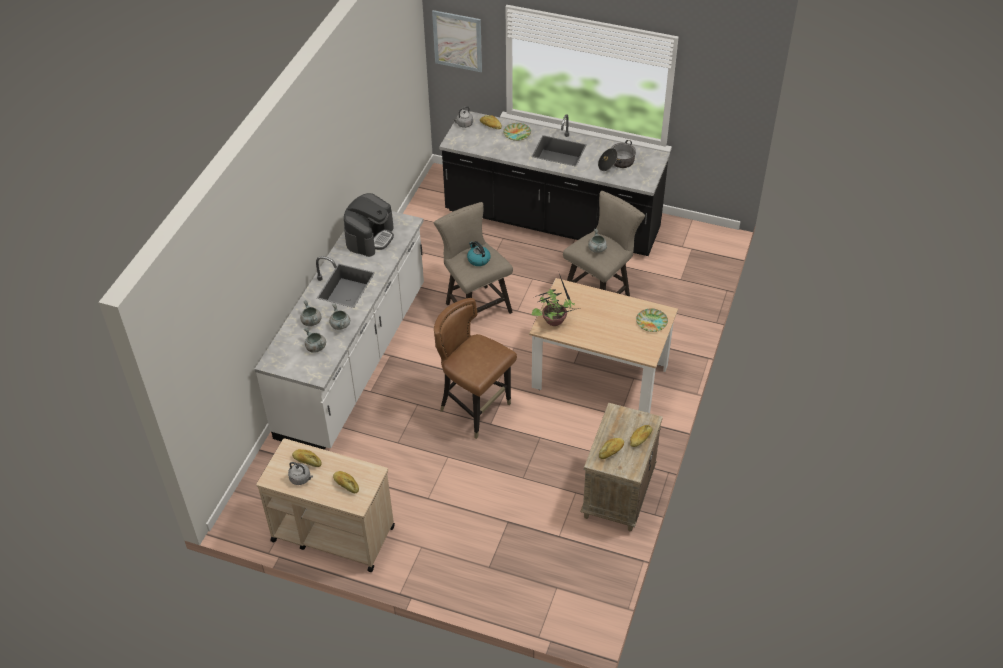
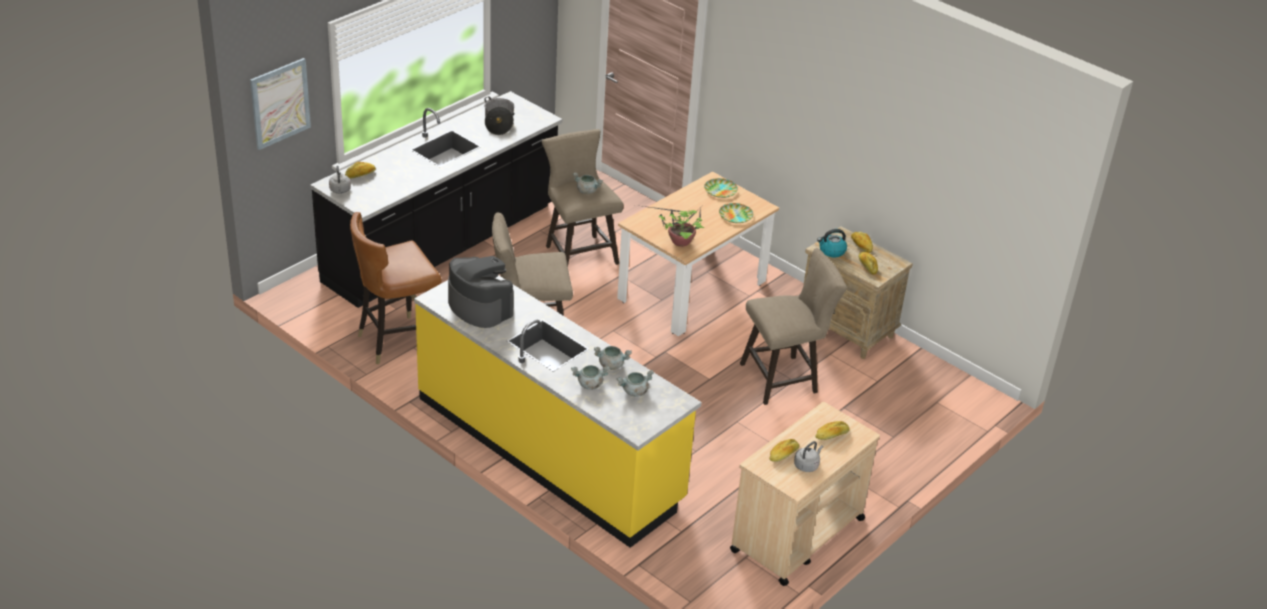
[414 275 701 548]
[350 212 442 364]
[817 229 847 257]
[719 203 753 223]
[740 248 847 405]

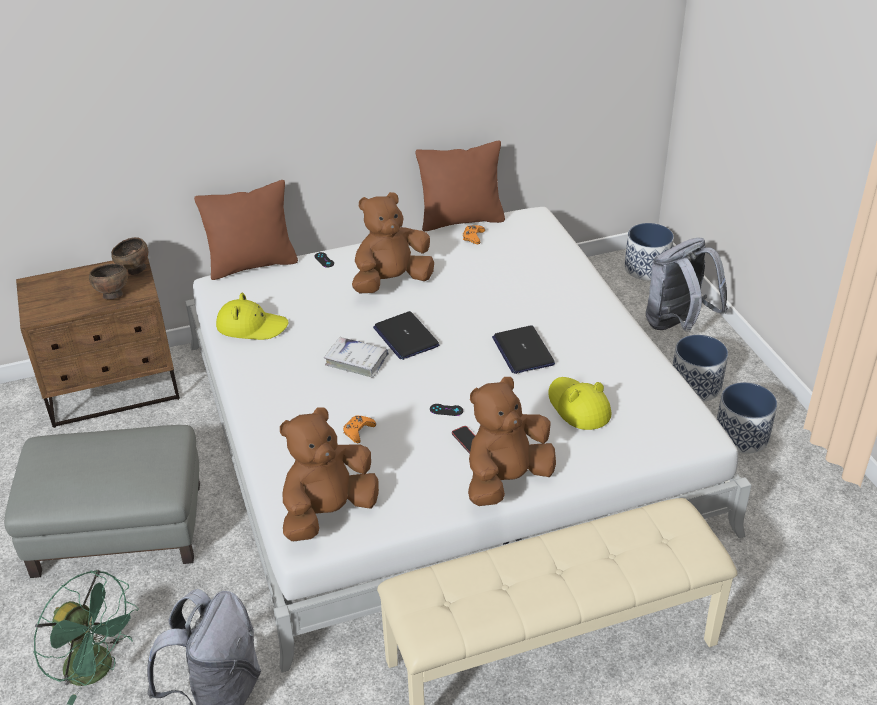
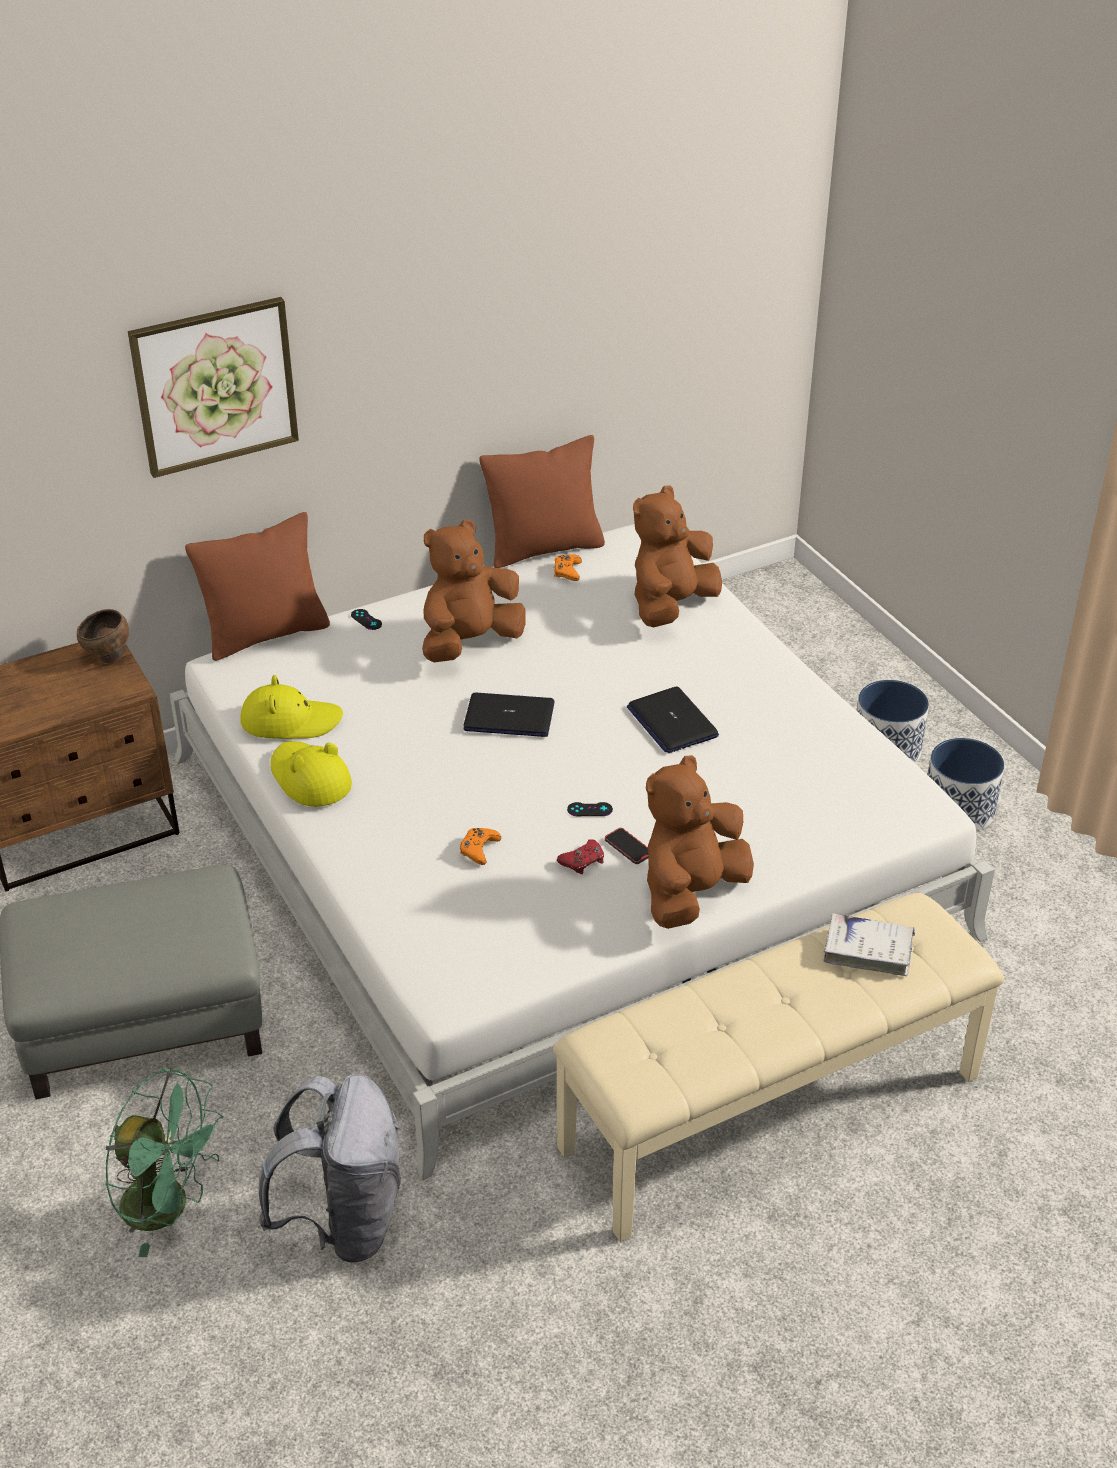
[89 263 128 299] (first image)
[633 486 722 627]
[823 913 915 976]
[463 693 555 737]
[270 741 352 807]
[624 223 674 281] (first image)
[646 238 728 332] (first image)
[128 297 299 478]
[557 839 604 874]

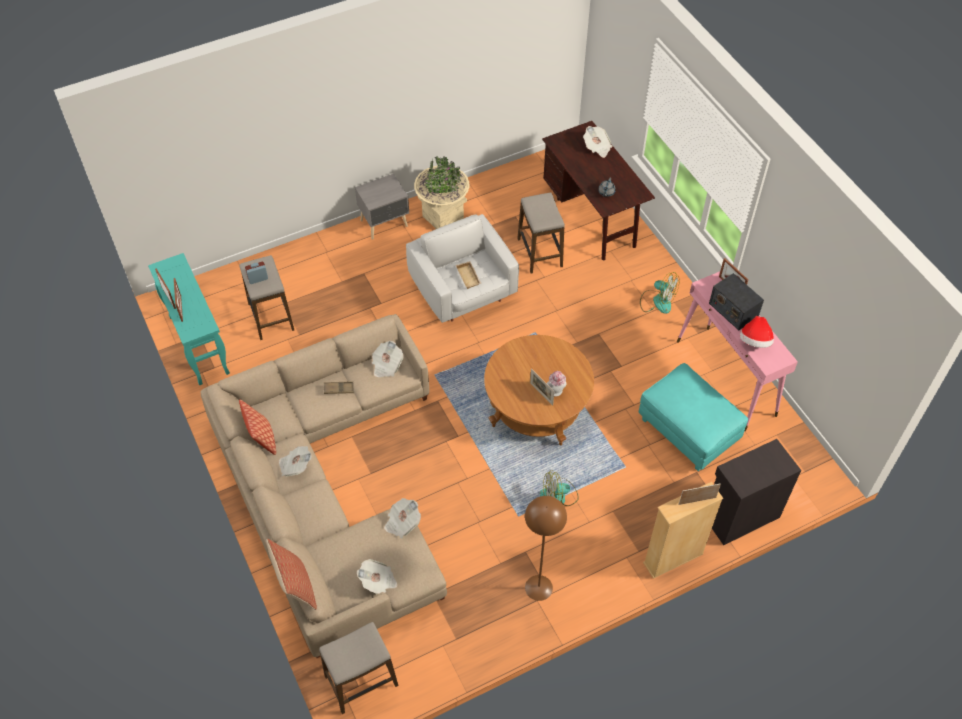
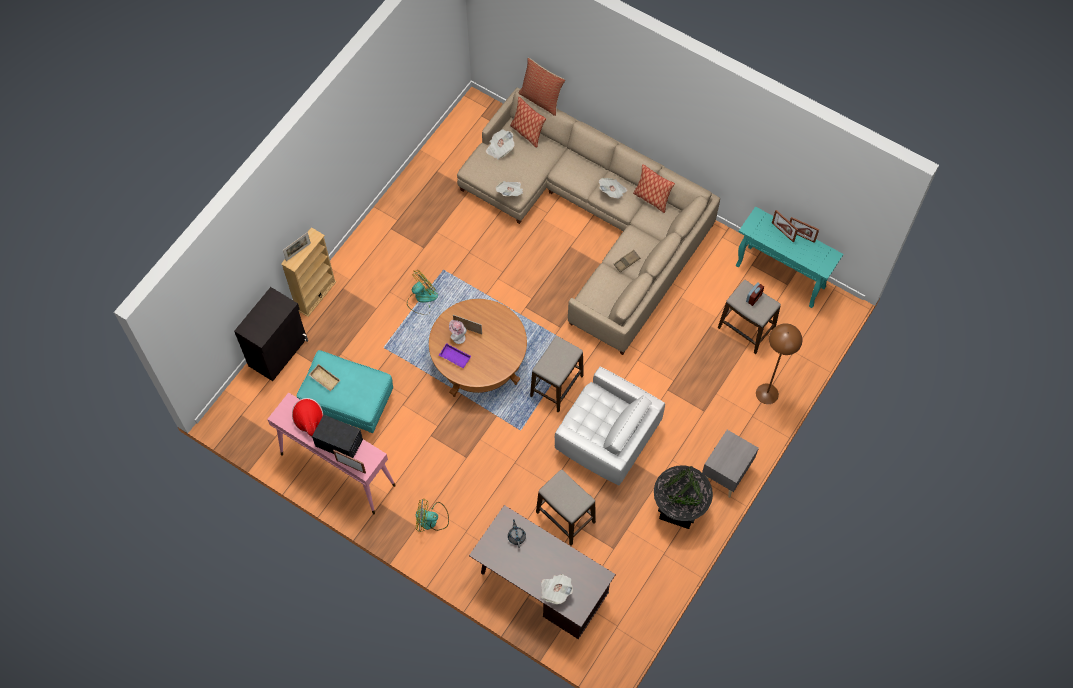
[530 336 584 413]
[372 341 404 377] (first image)
[654 465 713 529]
[309 364 340 391]
[756 323 802 404]
[439 343 471 368]
[510 97 546 148]

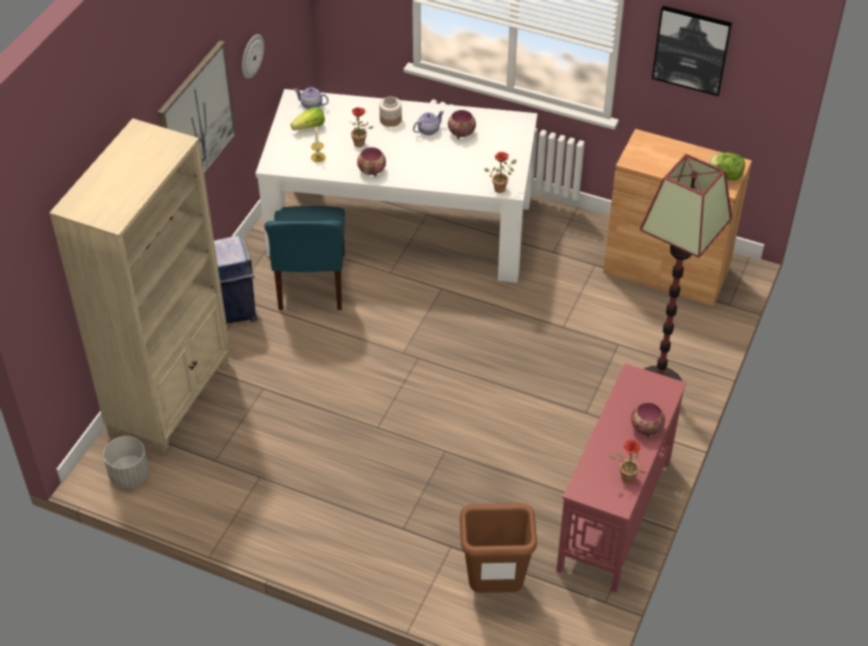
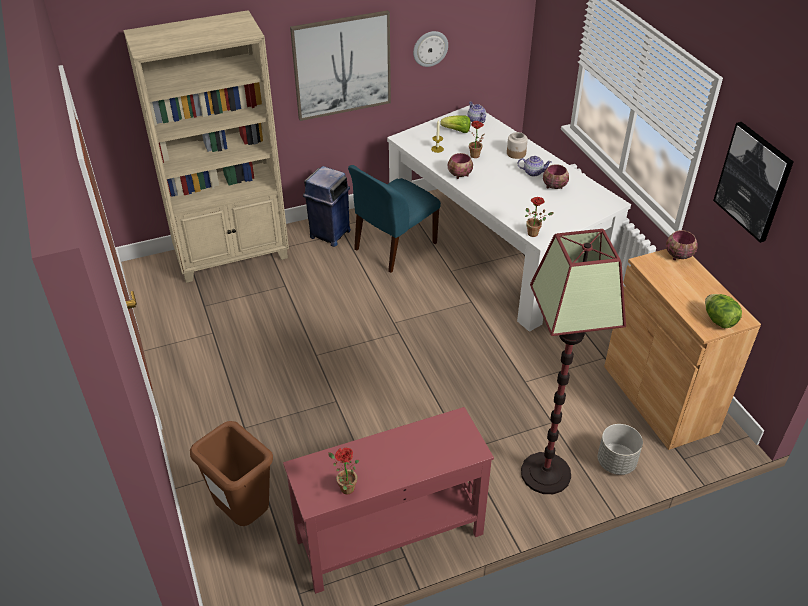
[598 424 643 475]
[666 230 697 260]

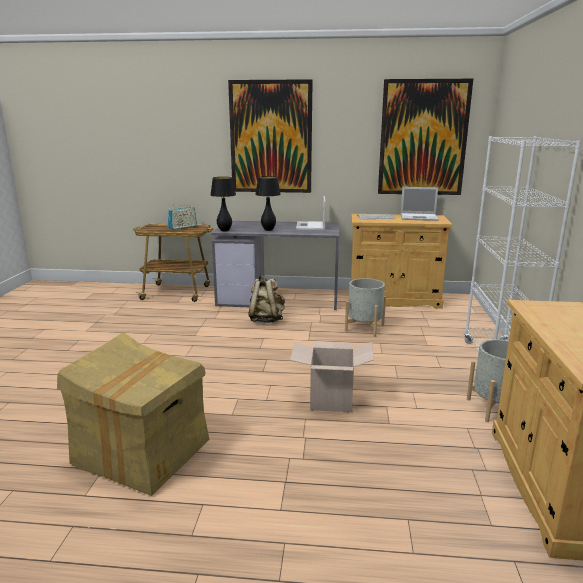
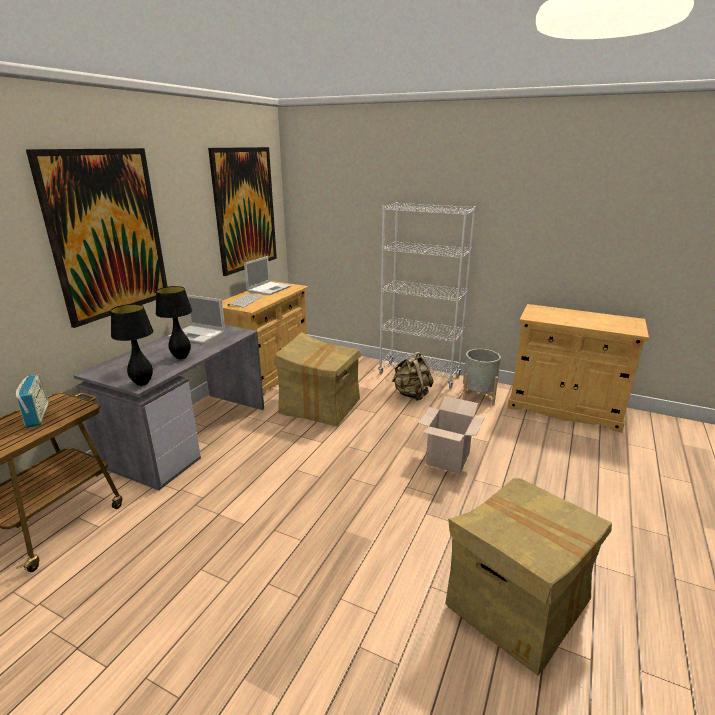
[392 352 433 401]
[274 332 361 426]

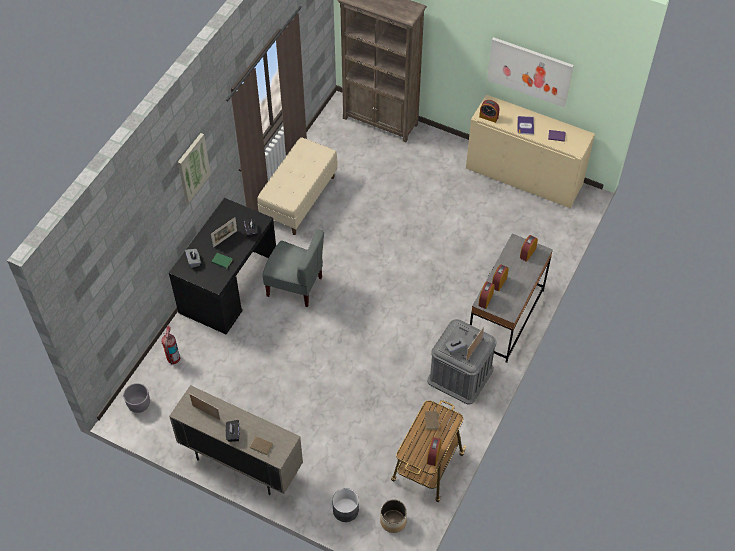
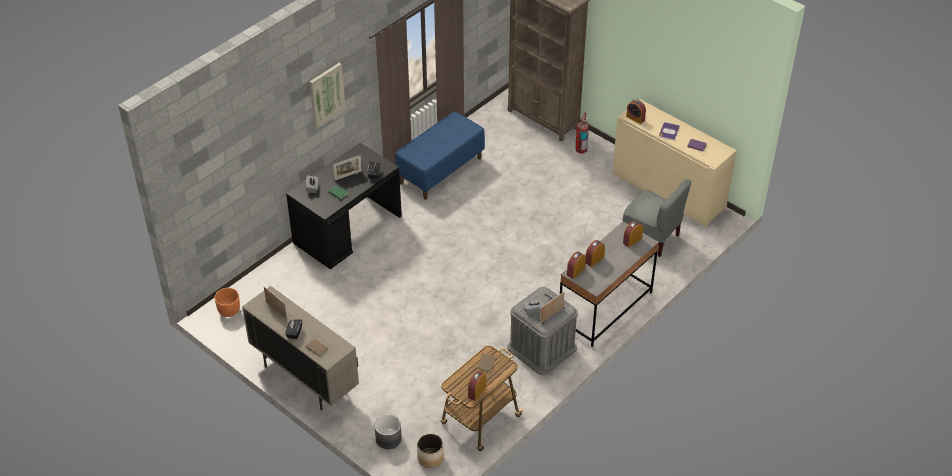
[214 288 240 317]
[576 112 589 154]
[395 111 485 200]
[622 179 691 257]
[487 37 574 107] (first image)

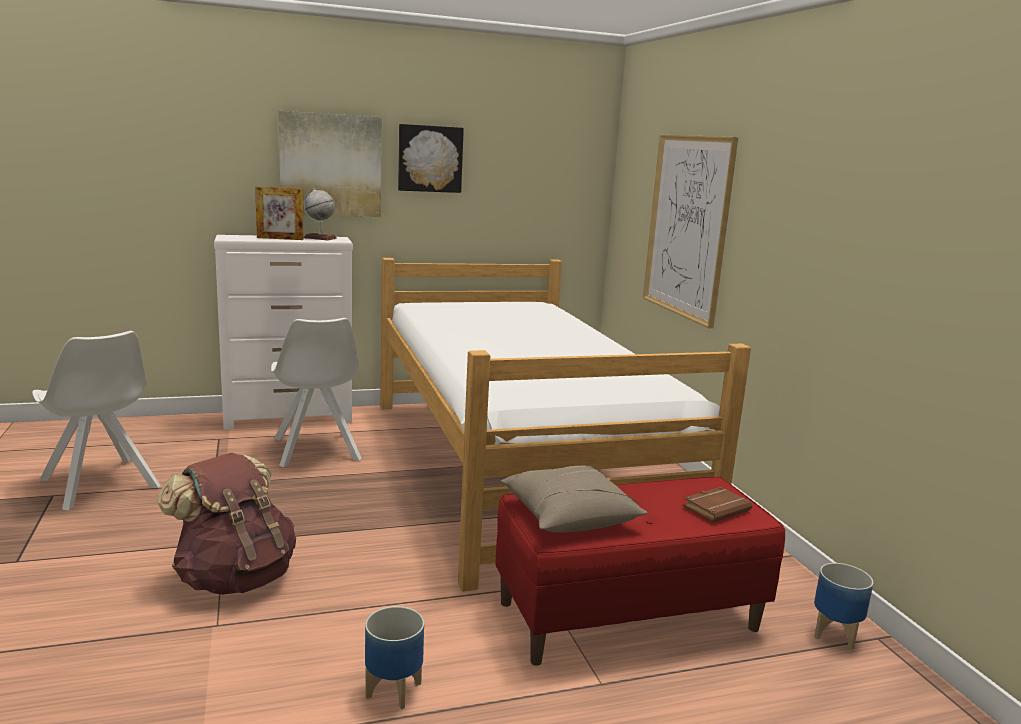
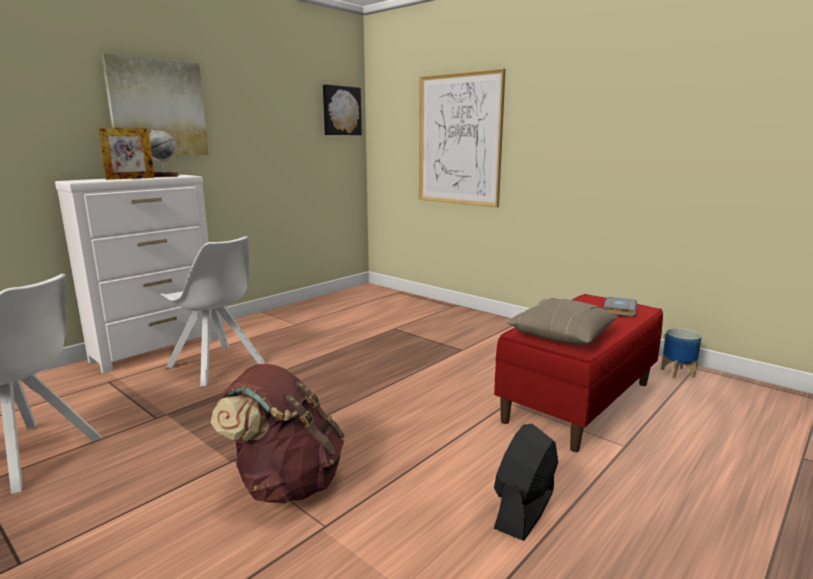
[494 424 558 541]
[380 258 751 592] (first image)
[323 85 362 135]
[604 297 637 317]

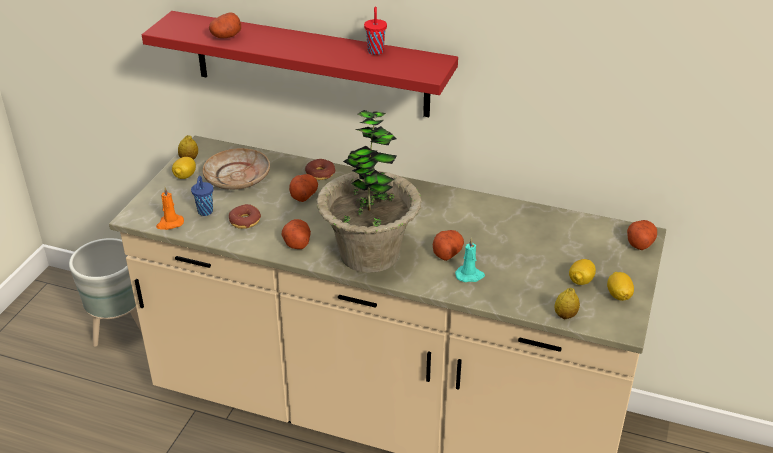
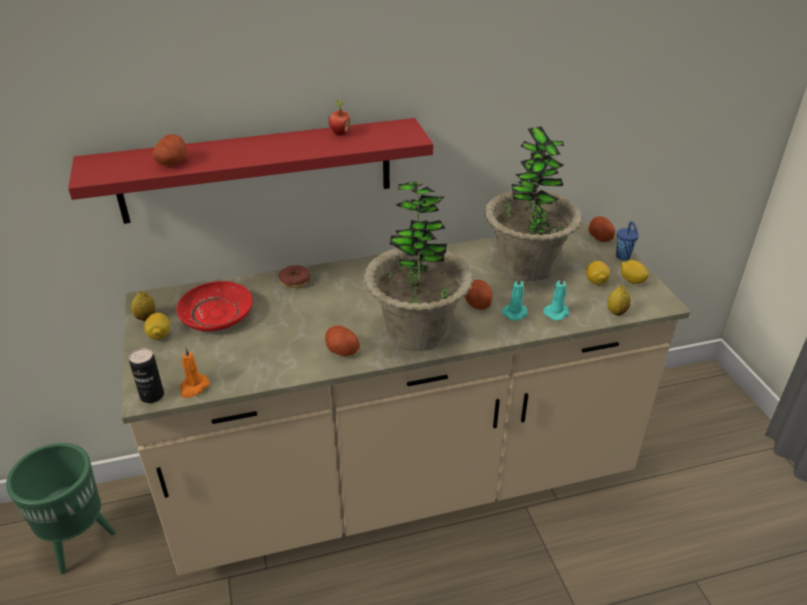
[6 443 116 574]
[616 221 639 261]
[177 281 253 331]
[229 204 261 229] (first image)
[289 174 318 202] (first image)
[329 100 350 135]
[129 348 164 403]
[484 126 582 281]
[543 275 569 320]

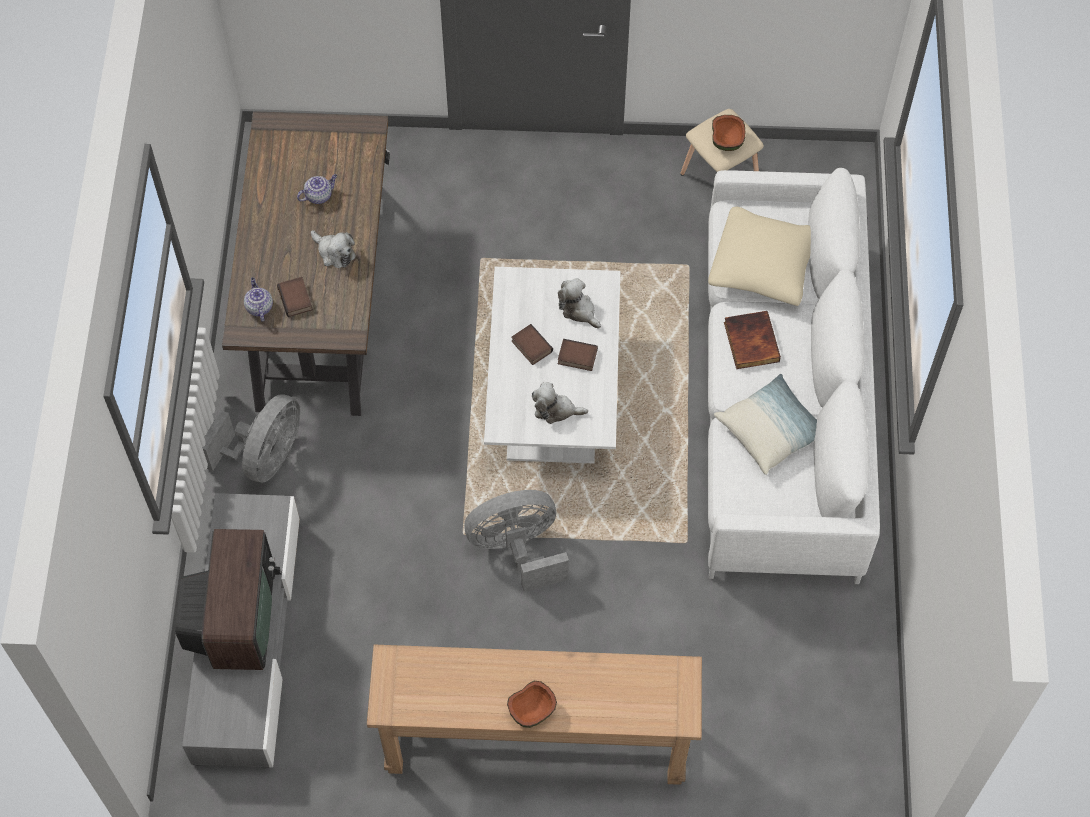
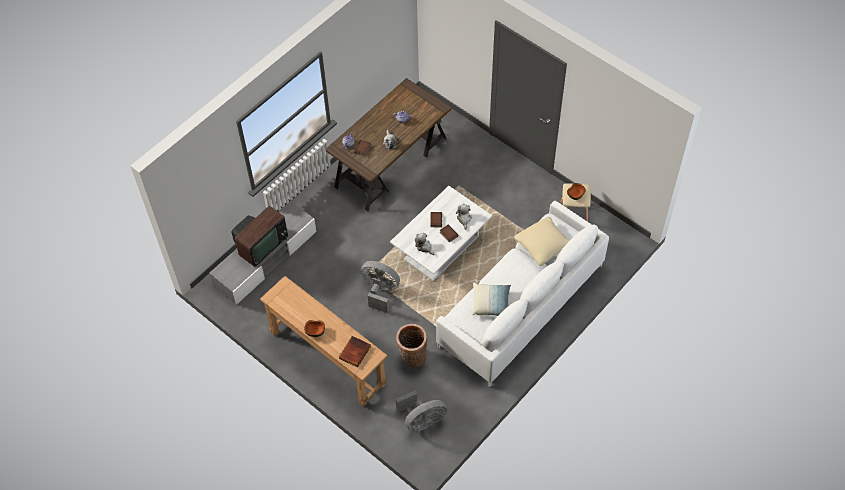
[396 391 447 431]
[339 336 371 368]
[396 324 427 367]

